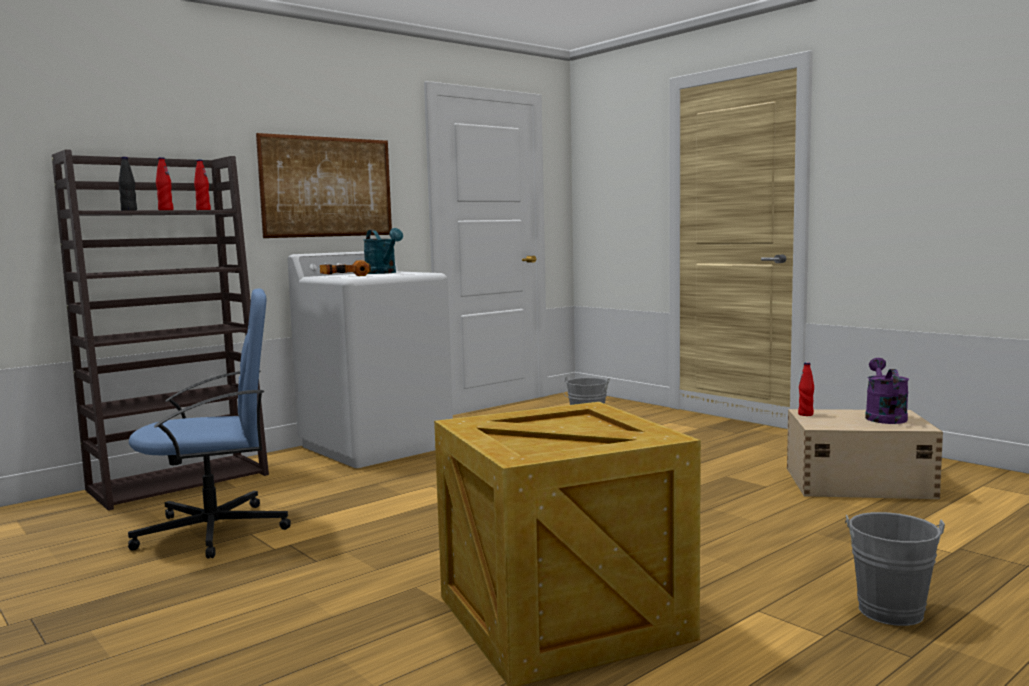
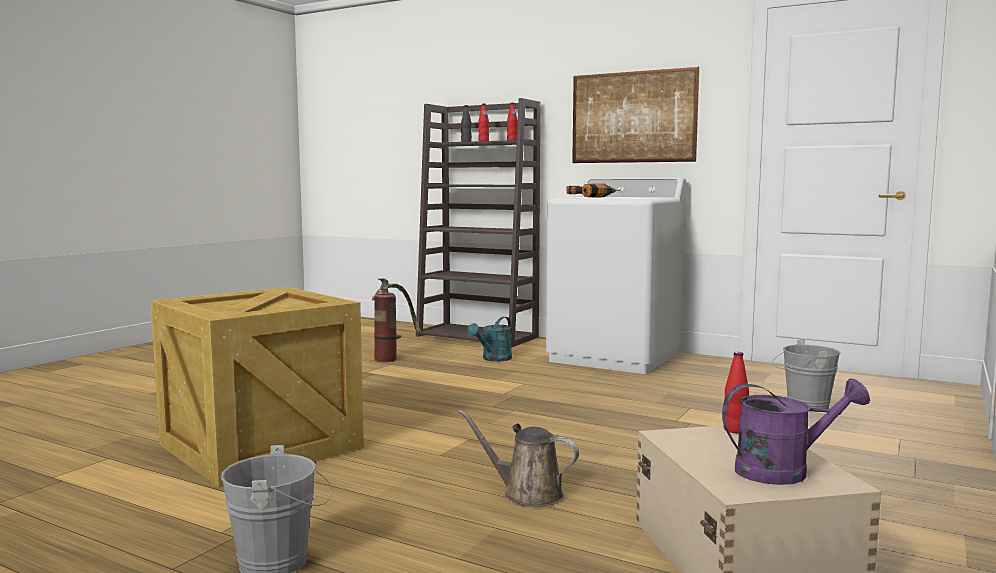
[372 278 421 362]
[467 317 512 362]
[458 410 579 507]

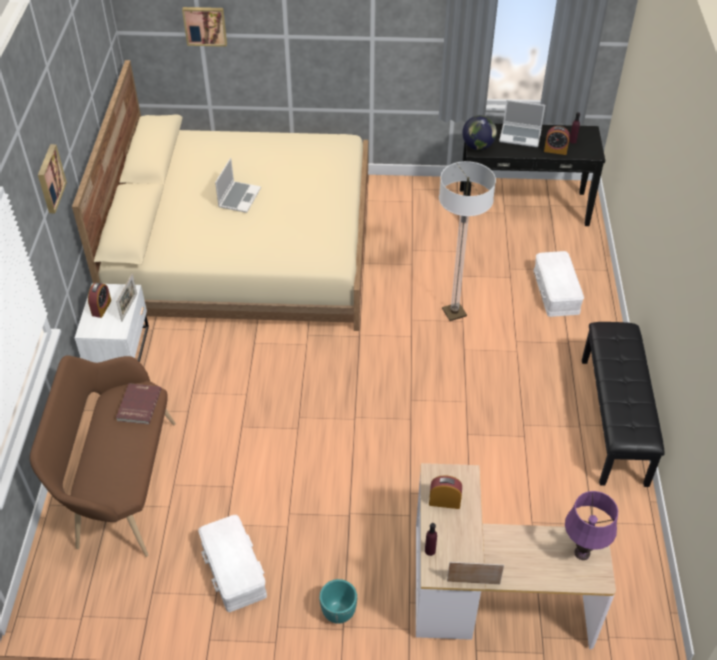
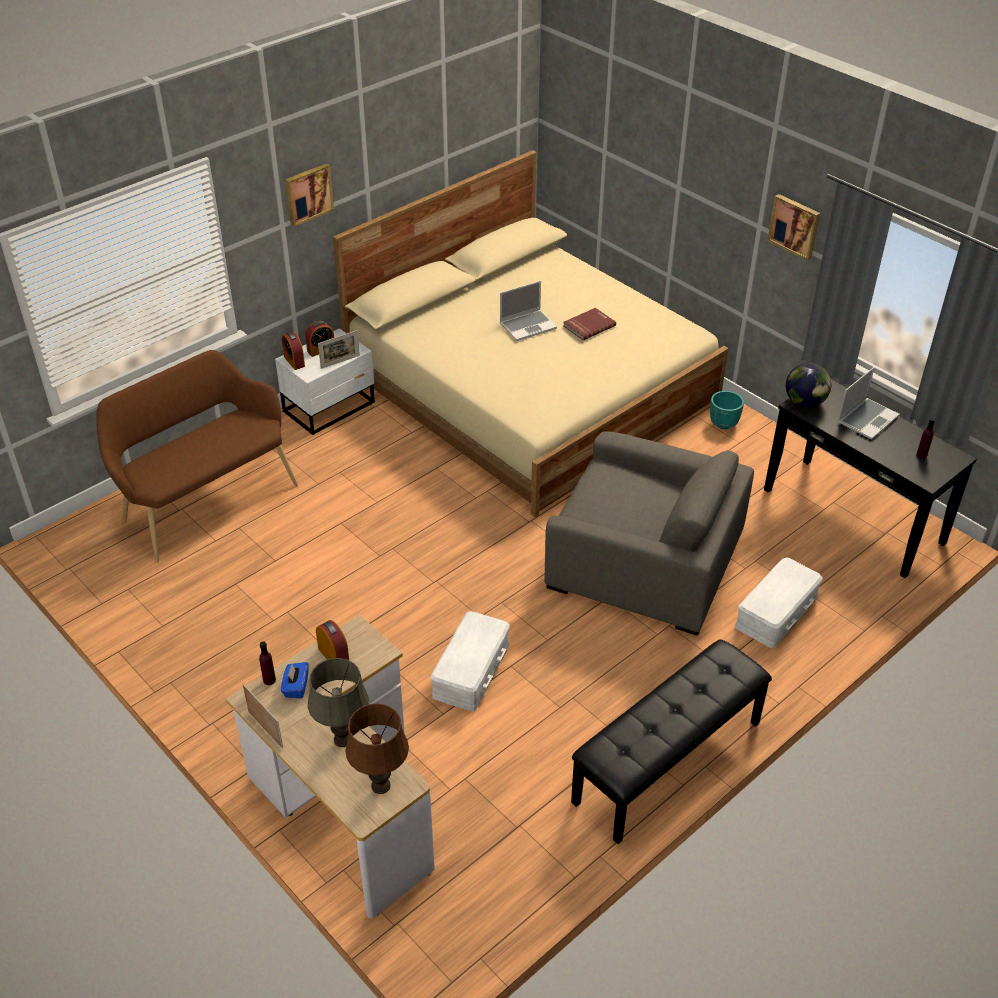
[563 308 616 341]
[767 194 820 261]
[431 611 510 711]
[710 391 744 429]
[544 431 754 635]
[838 367 900 439]
[282 332 305 370]
[345 703 409 794]
[281 662 309 698]
[308 658 369 747]

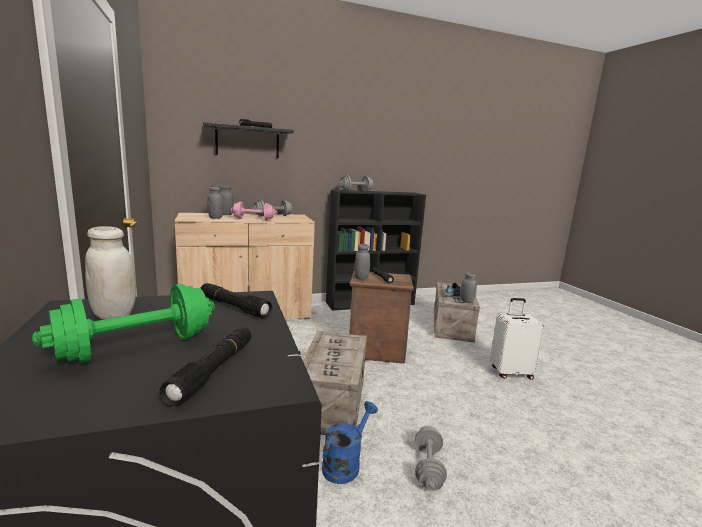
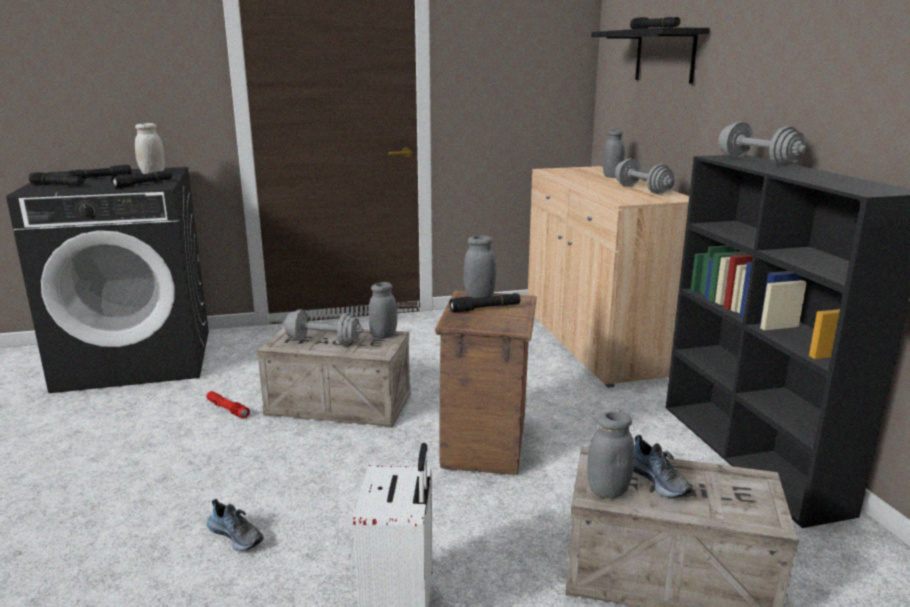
[68 165 132 179]
[368 282 397 339]
[231 202 277 220] (first image)
[206 391 250 419]
[283 309 363 345]
[207 499 264 551]

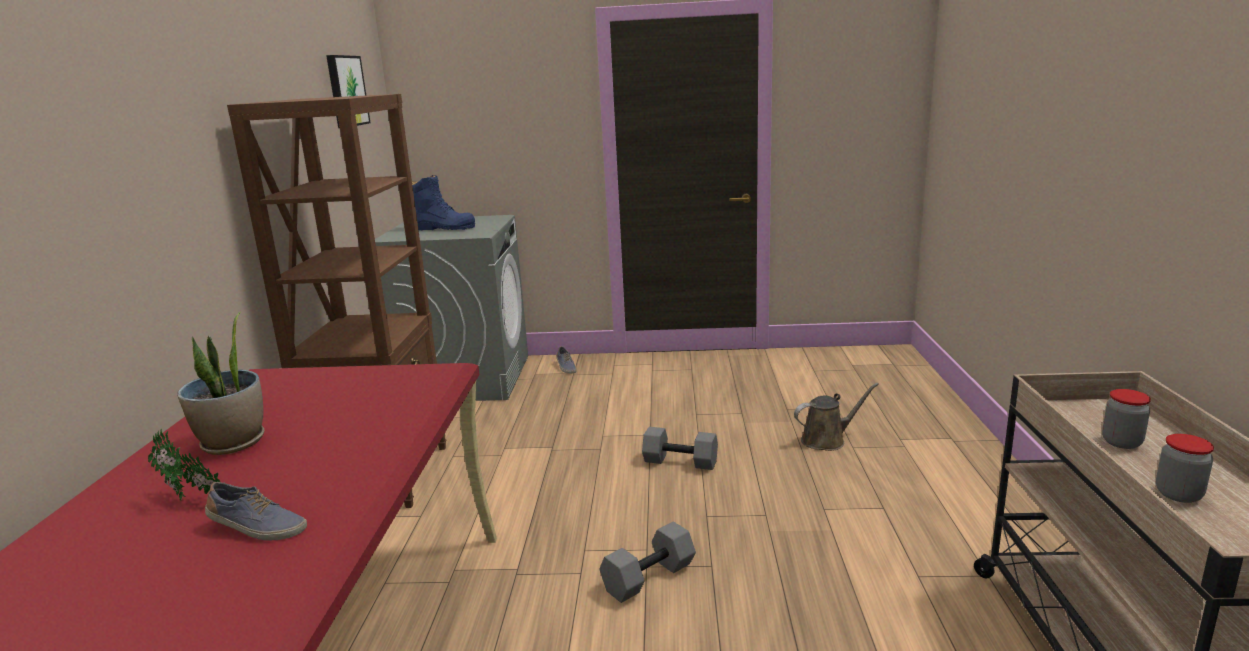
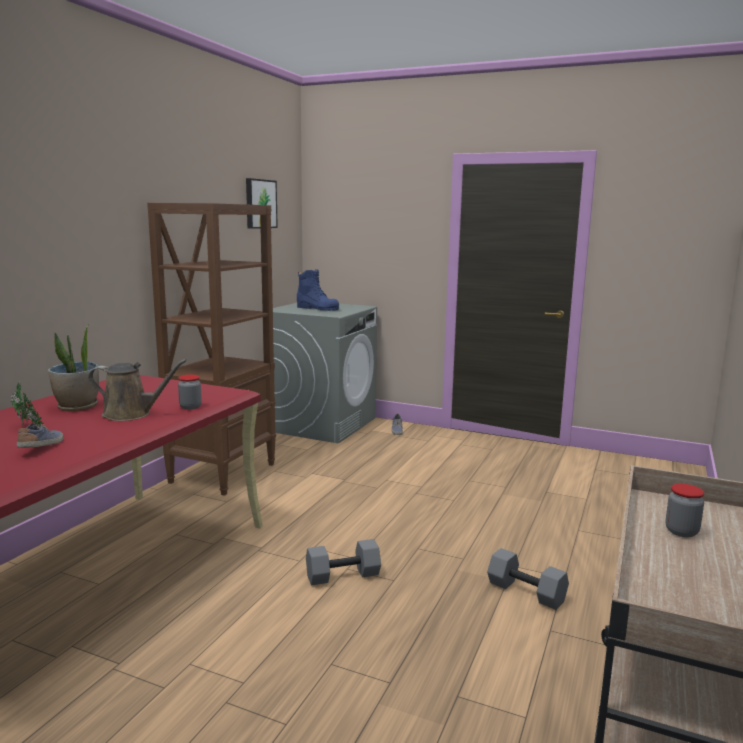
[17 423 64 448]
[487 548 569 610]
[88 359 187 421]
[178 375 202 410]

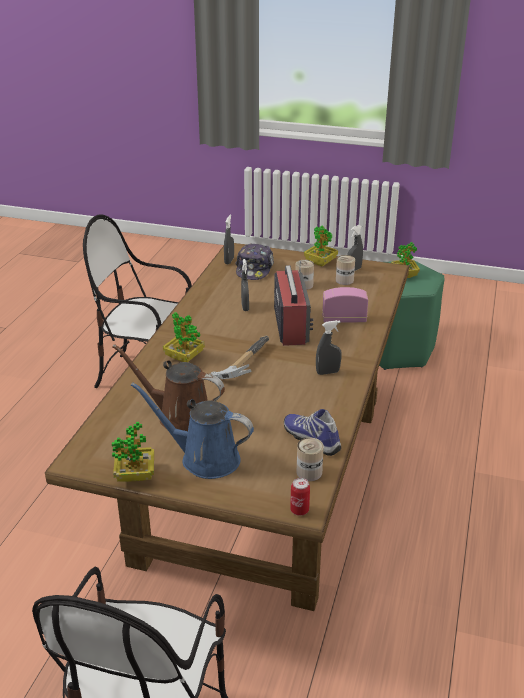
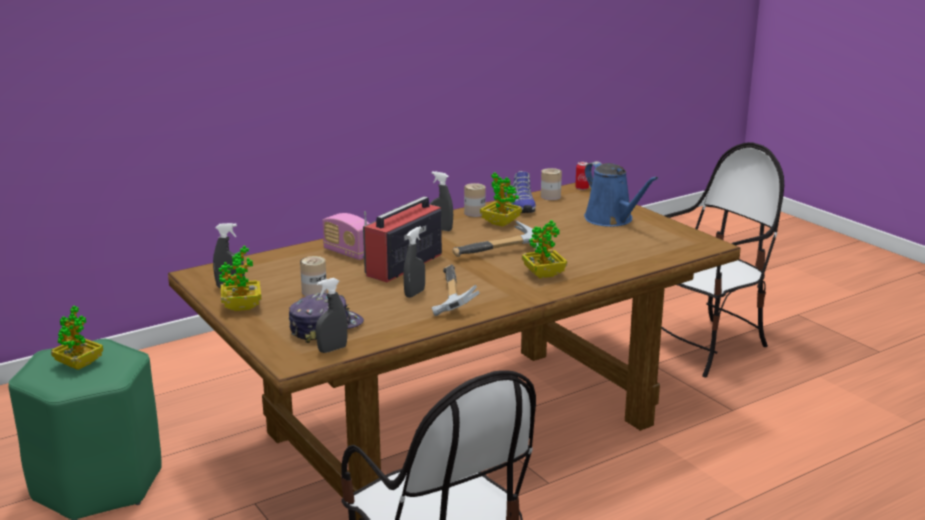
[112 344 225 431] (first image)
[480 172 522 227]
[464 183 486 217]
[432 265 479 316]

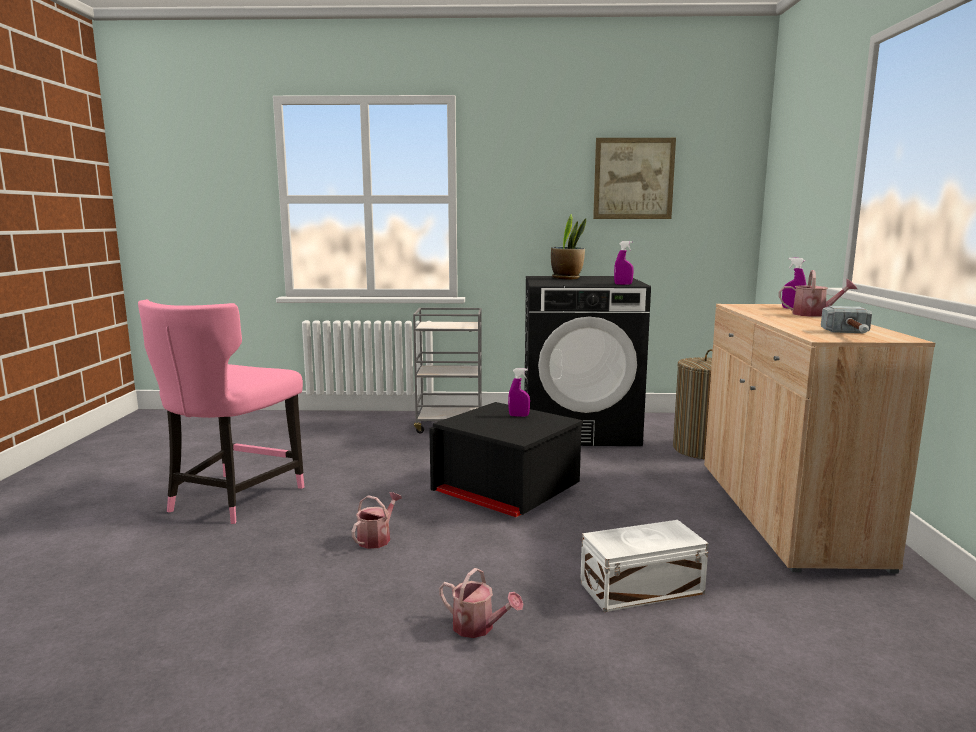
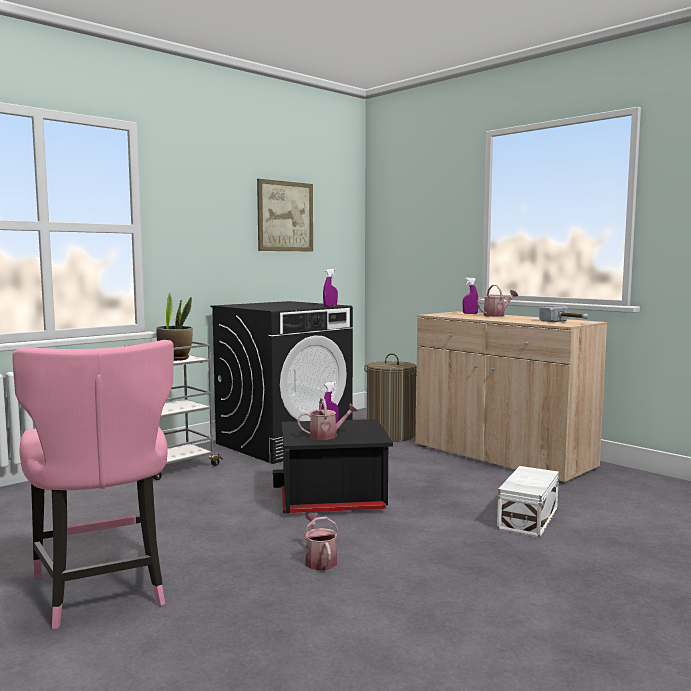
[297 397 358 440]
[156 292 193 361]

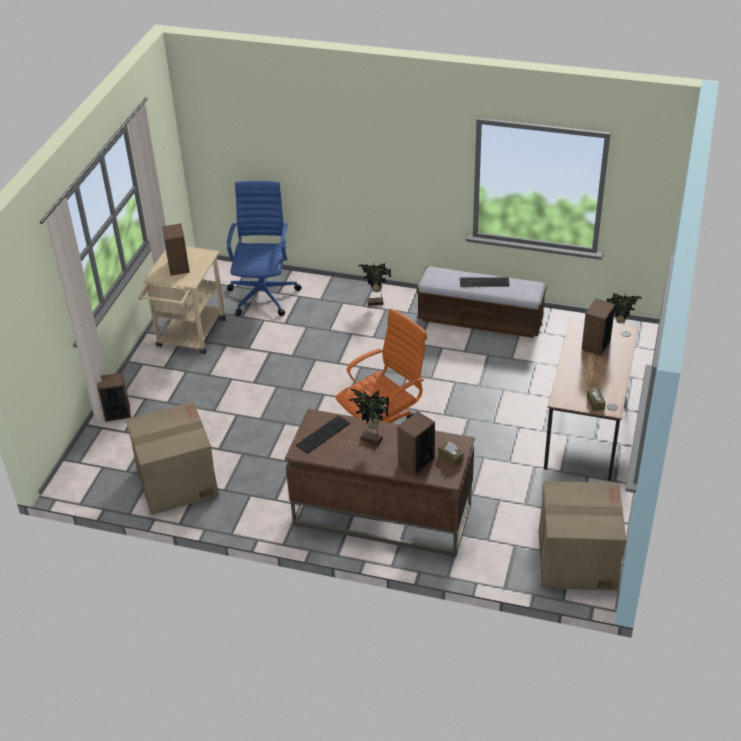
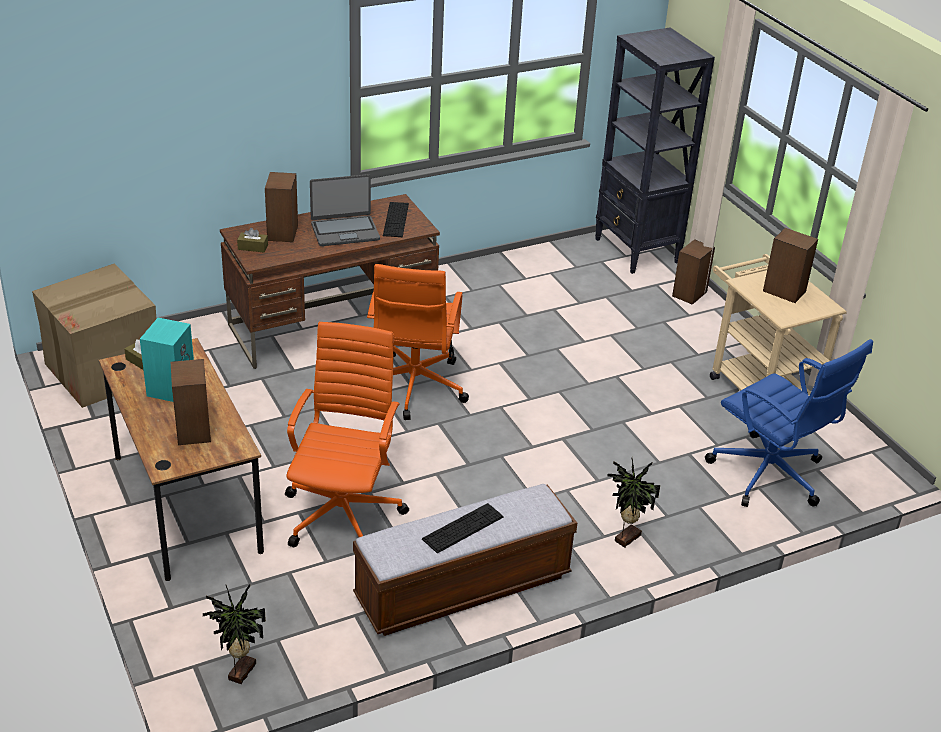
[126 401 219 515] (first image)
[310 174 380 246]
[140 318 194 402]
[285 322 409 548]
[595 28 715 274]

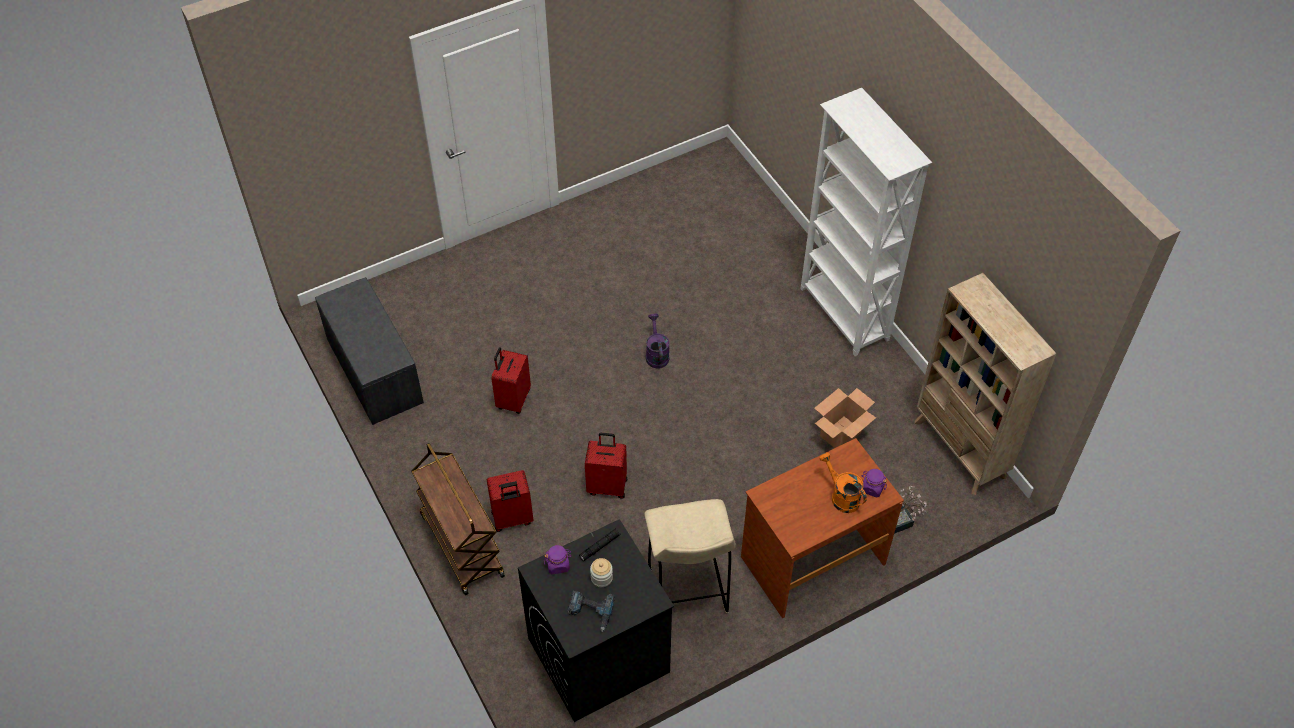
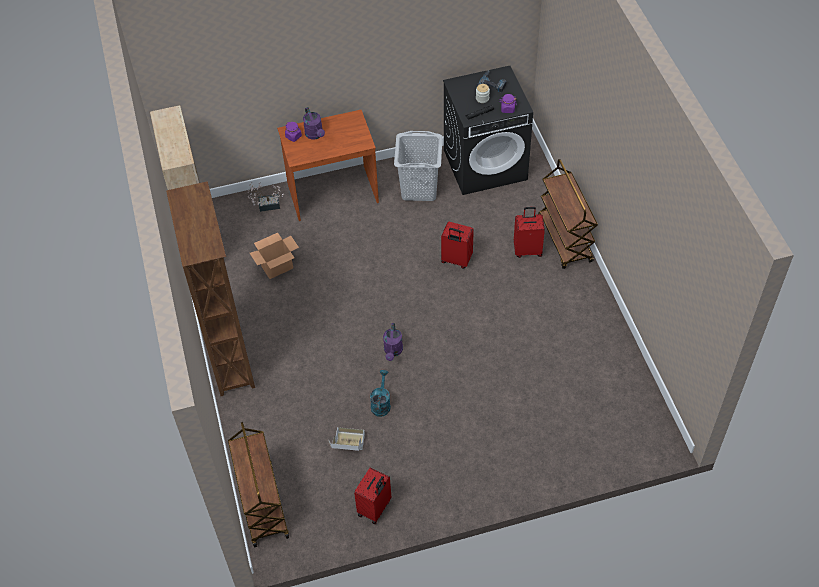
[315 277 424 425] (first image)
[354 467 391 524]
[394 131 443 201]
[166 181 255 396]
[303 107 325 139]
[228 422 289 547]
[328 427 365 451]
[370 370 391 417]

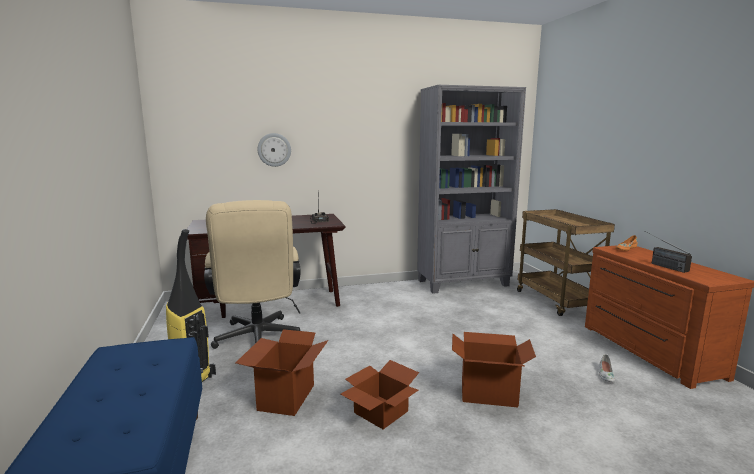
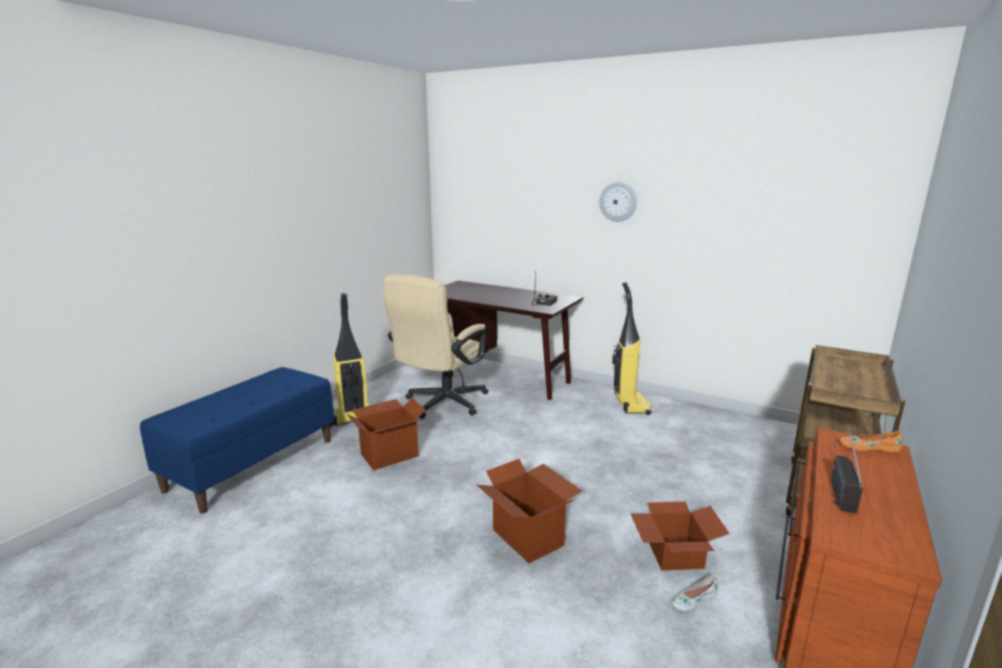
[599 182 637 222]
[631 501 729 571]
[417 85 526 294] (first image)
[612 282 652 415]

